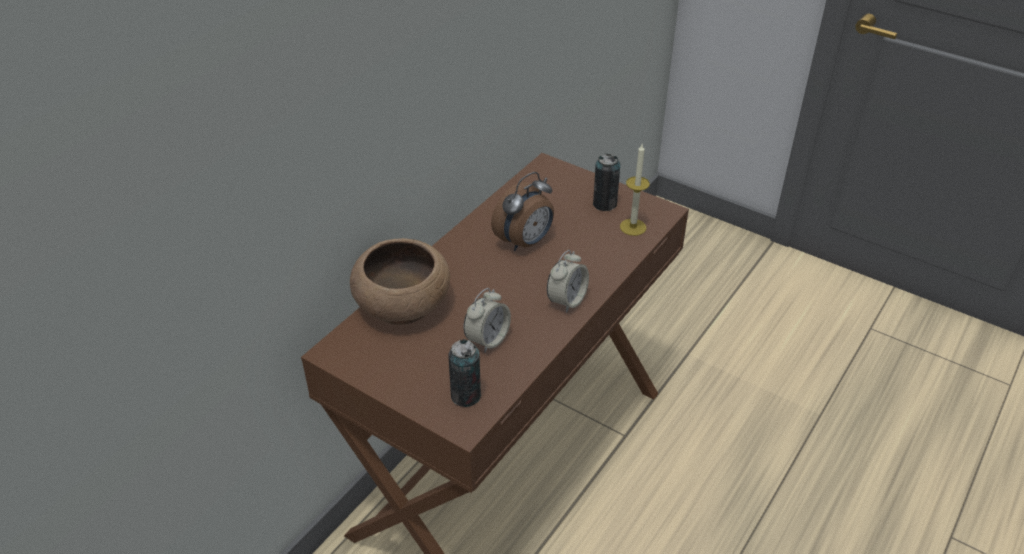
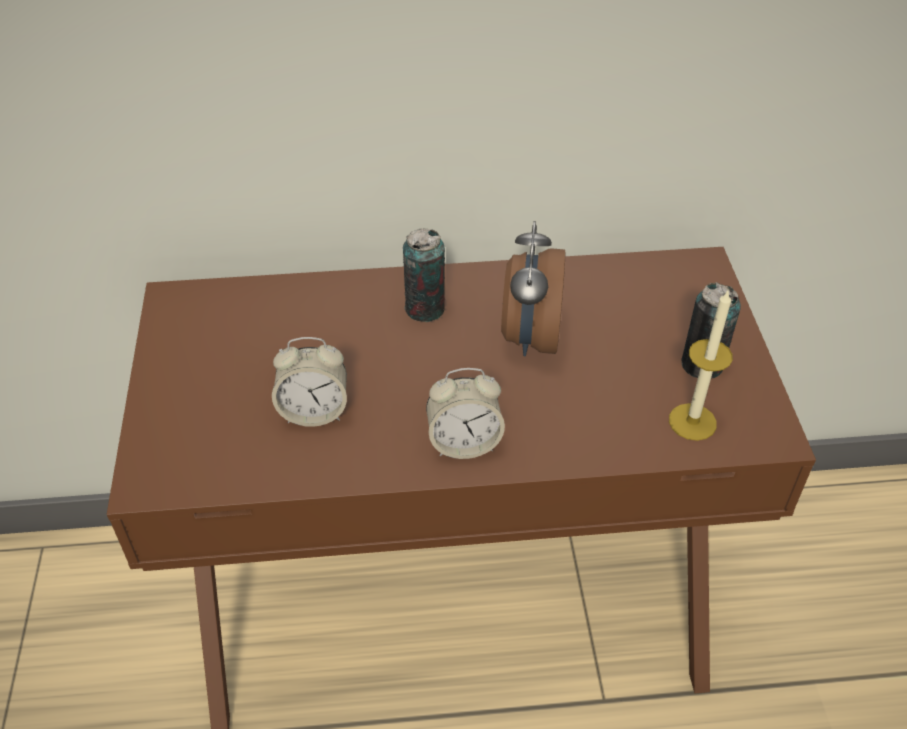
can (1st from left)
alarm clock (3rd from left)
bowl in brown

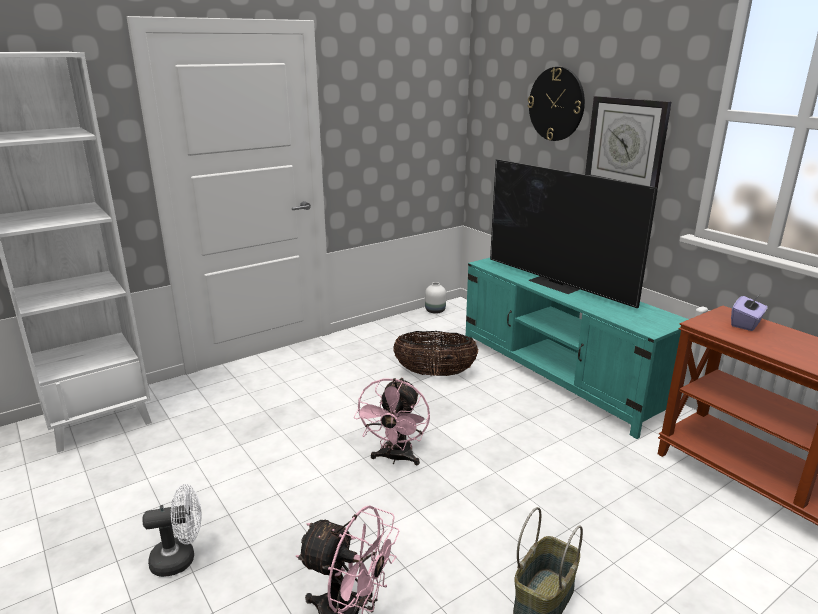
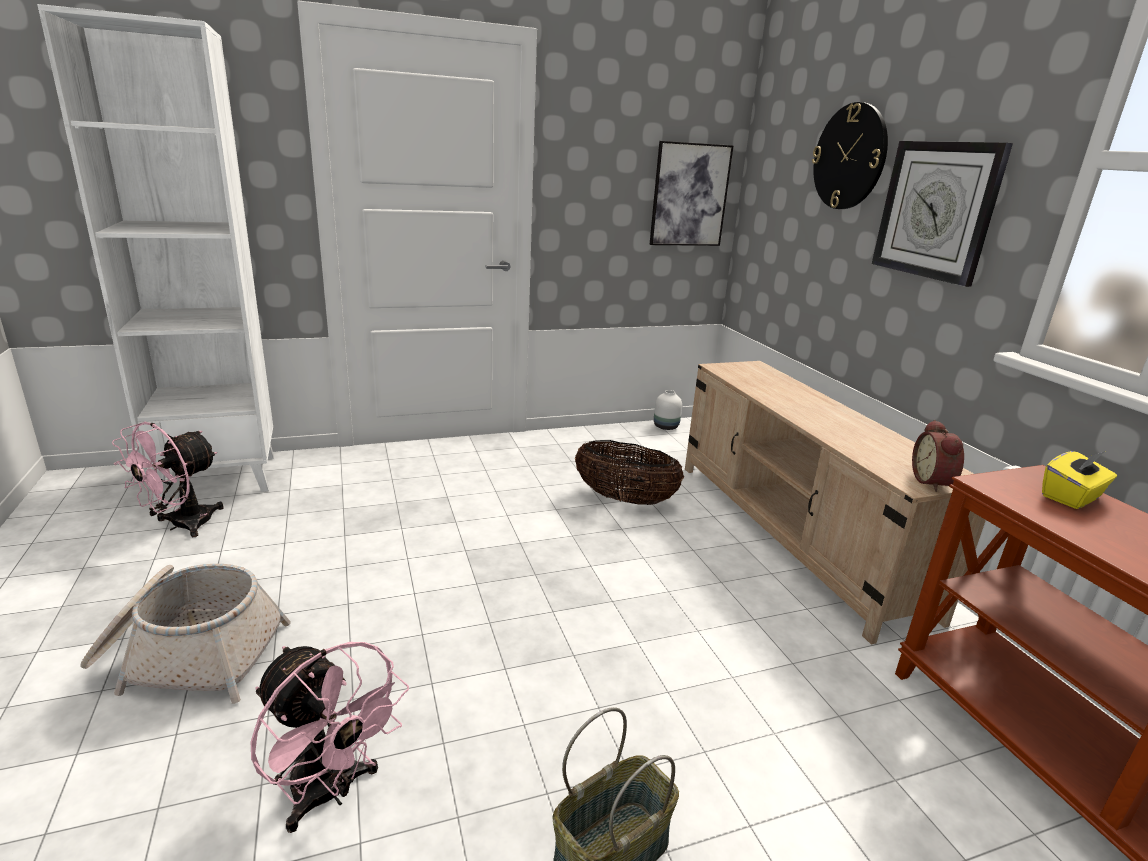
basket (1st from left)
fan in pink (1st from left)
picture
tv stand in beige
alarm clock
tissue box in yellow
television

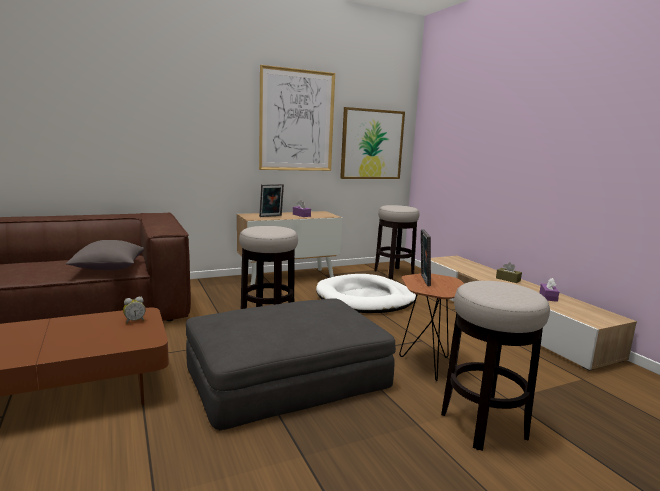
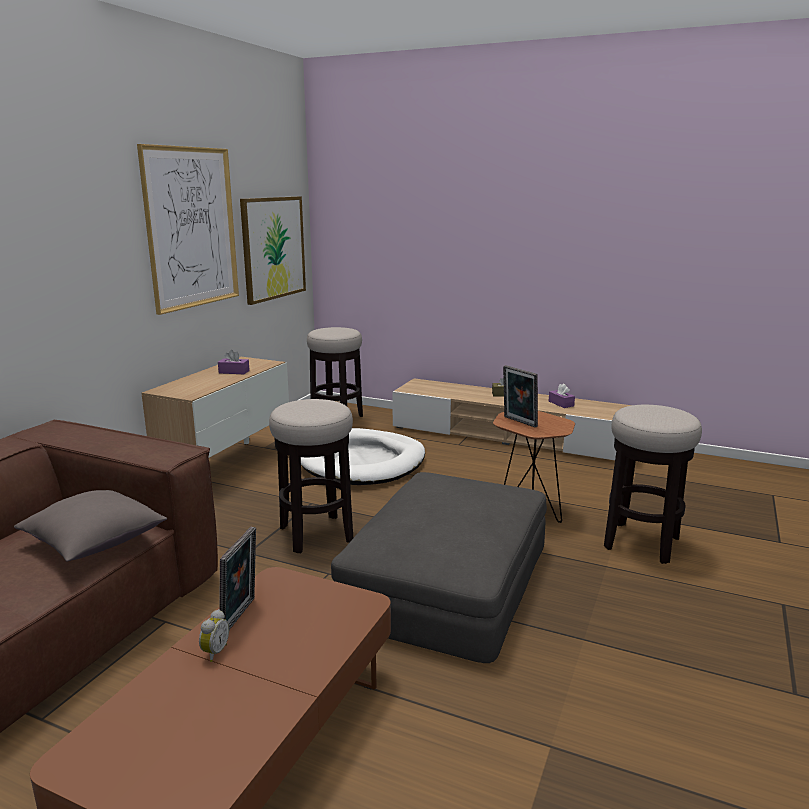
alarm clock
picture frame (1st from left)

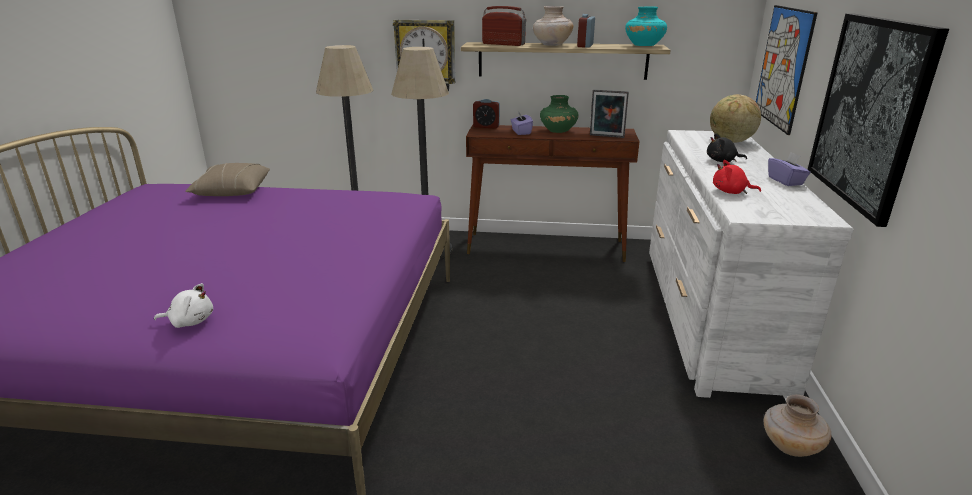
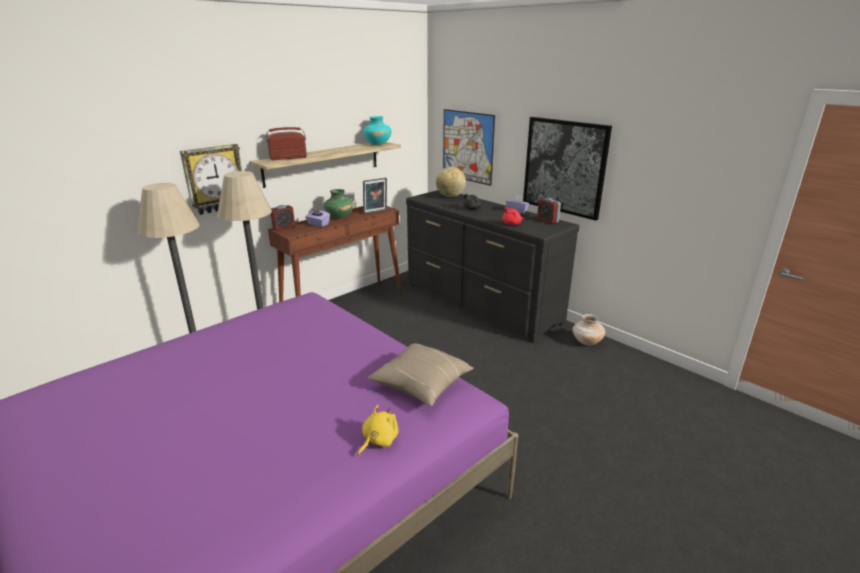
plush toy in yellow
pillow in beige
dresser in black
alarm clock (2nd from left)
vase in beige (1st from left in the first image)

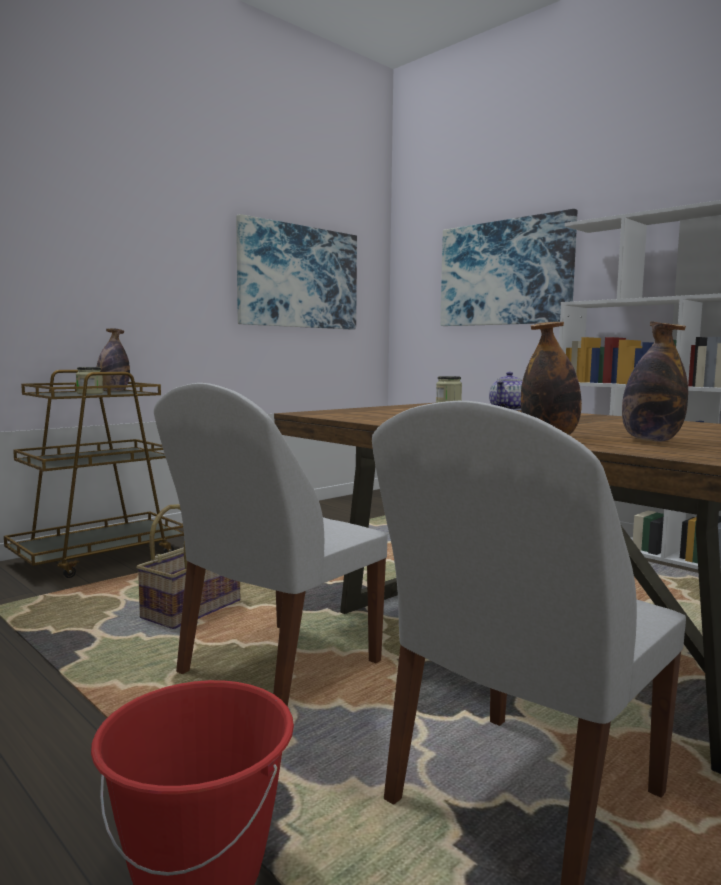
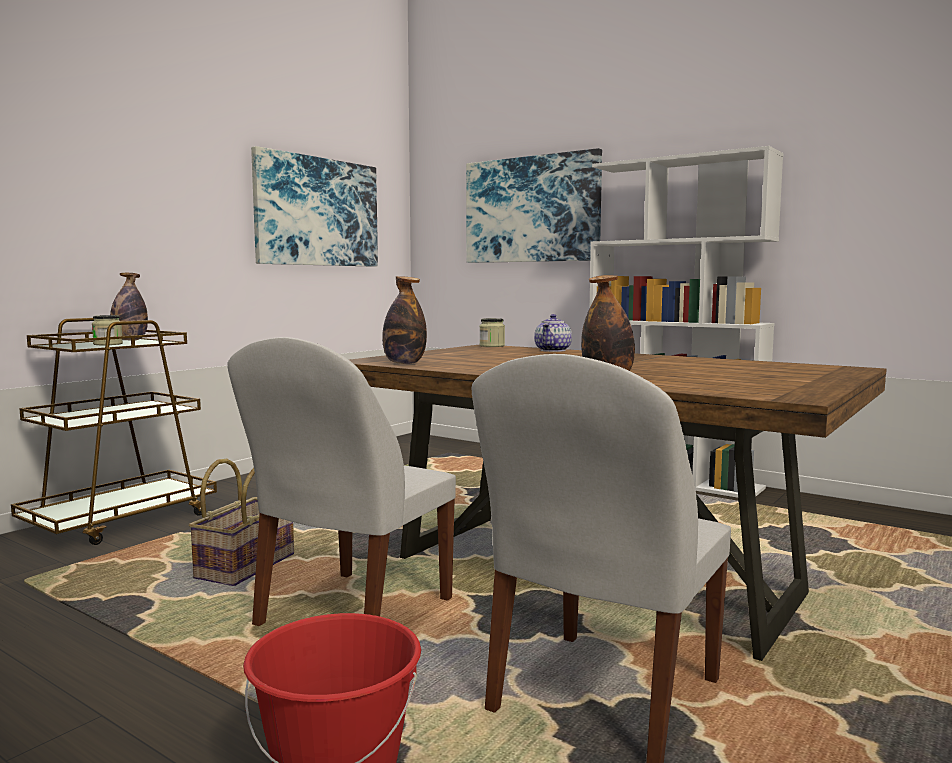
bottle (2nd from left)

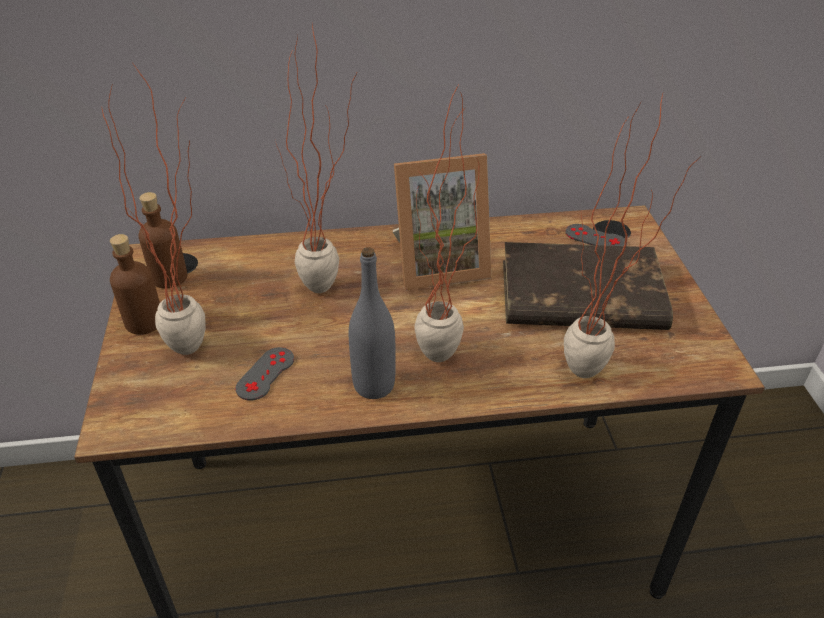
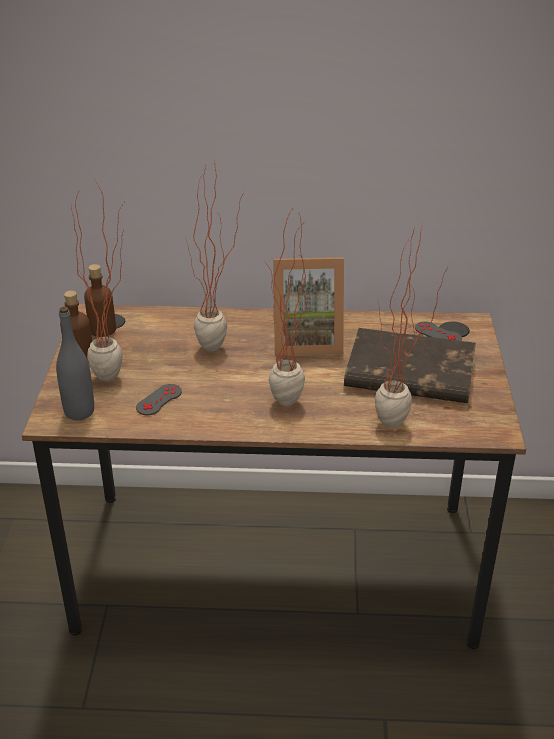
bottle in grey

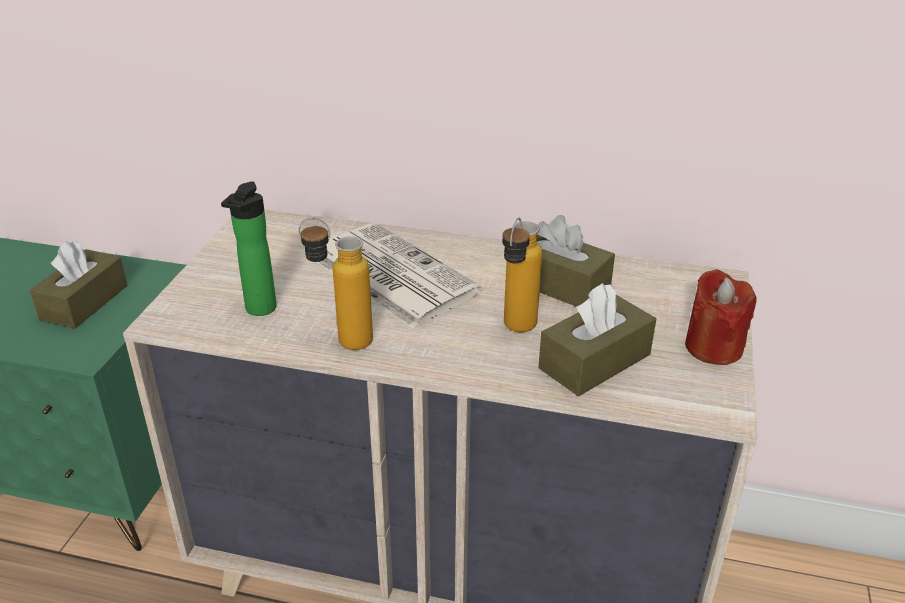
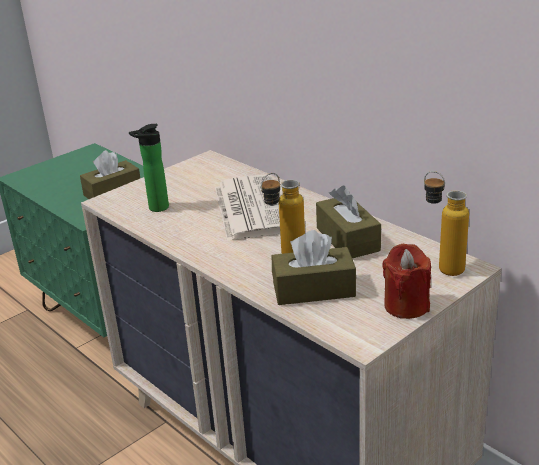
bottle (3rd from left)

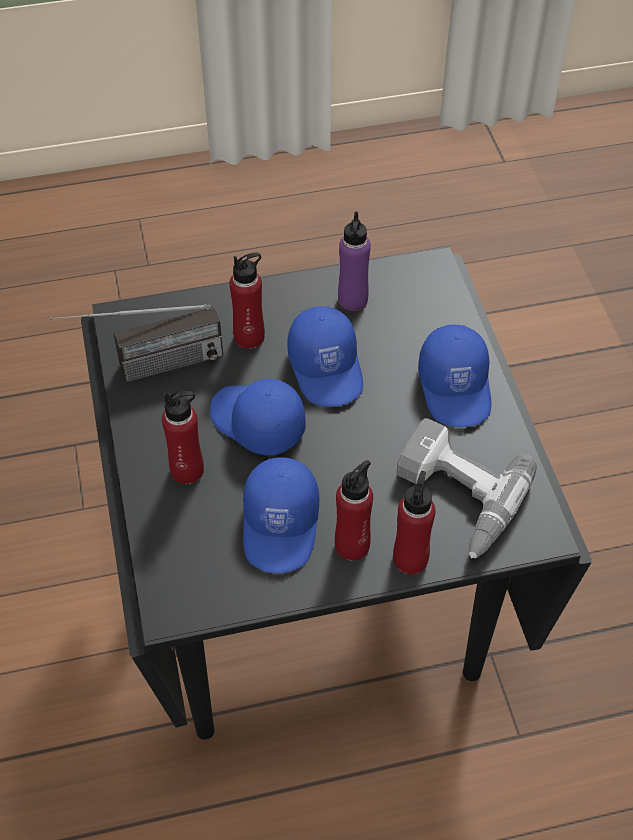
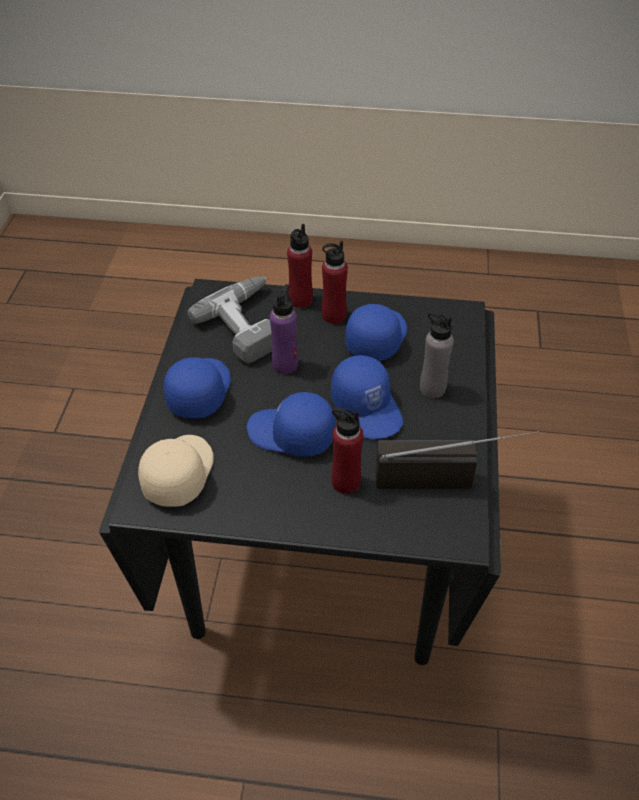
cap in beige
cap in blue (2nd from left)
bottle in purple
bottle in grey

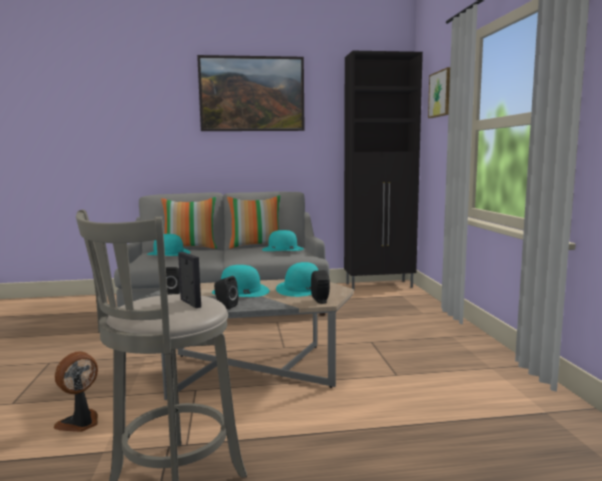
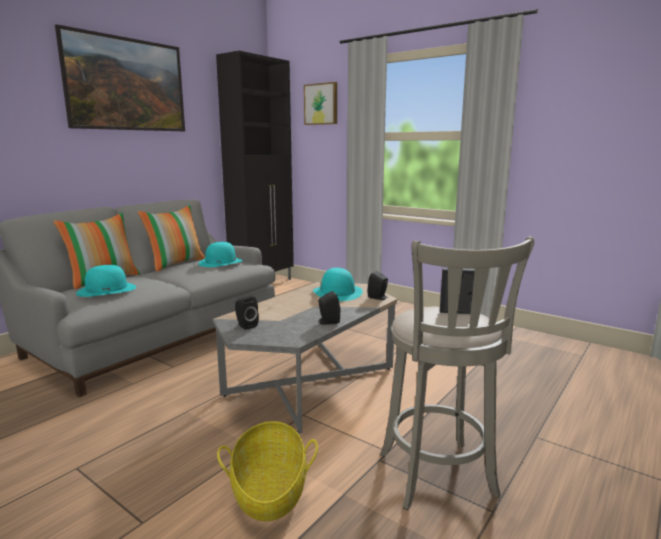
basket
hat in turquoise (2nd from left in the first image)

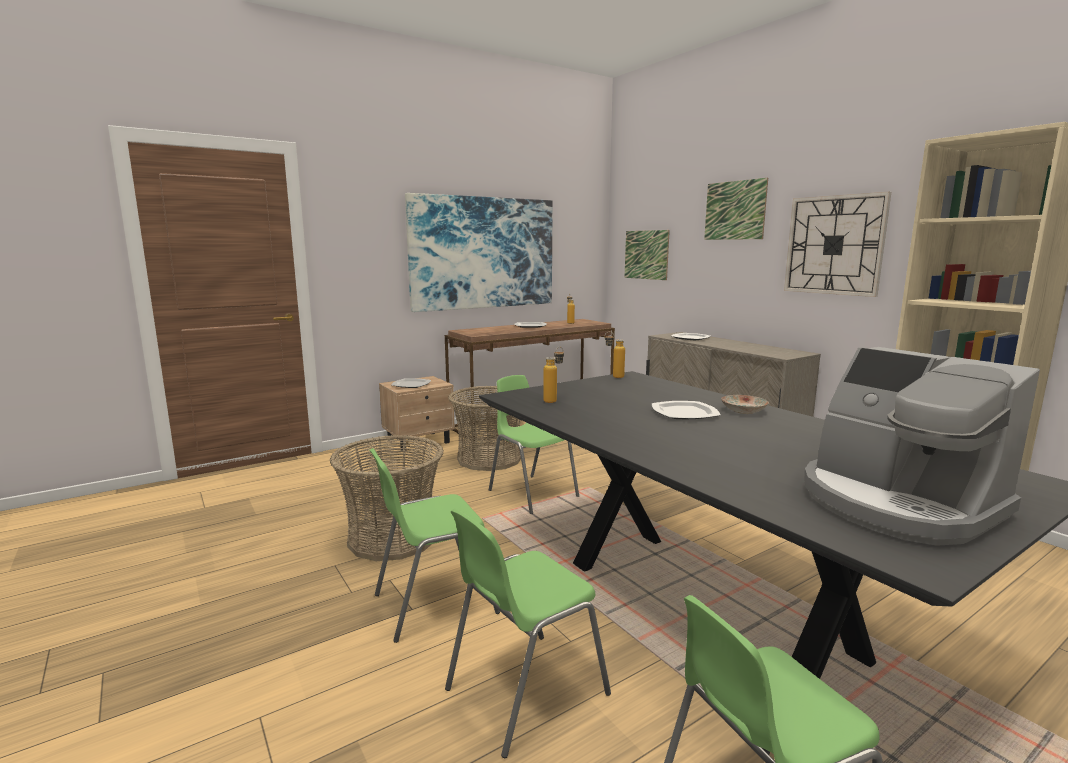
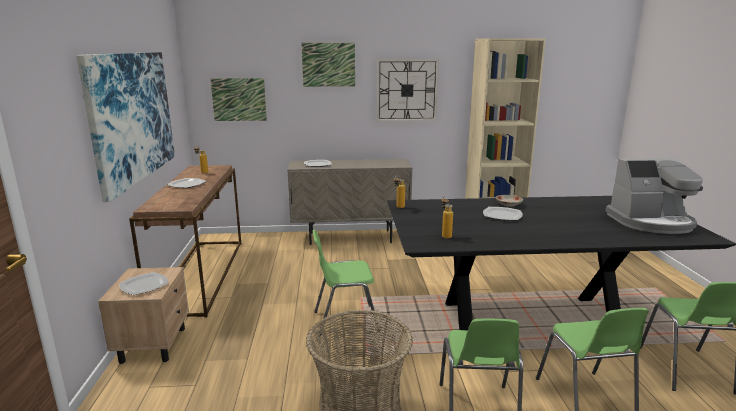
basket (2nd from left in the first image)

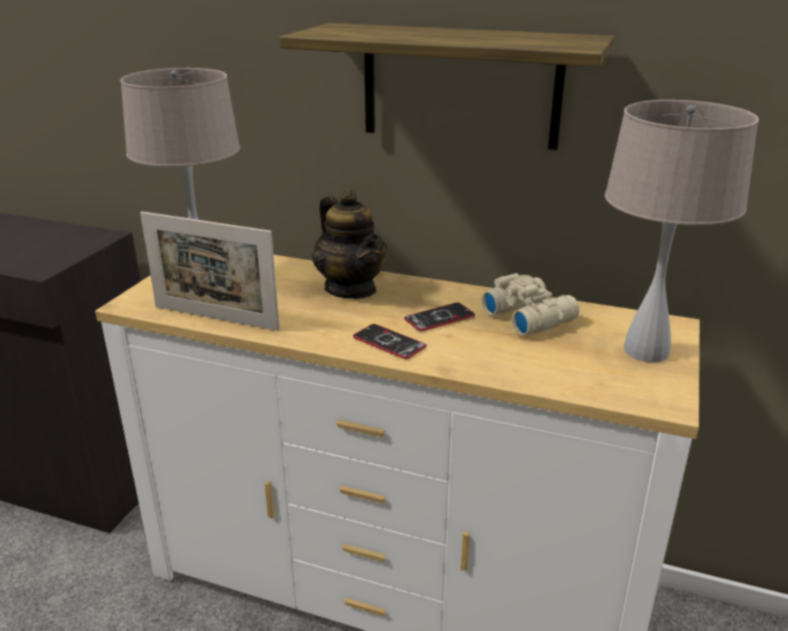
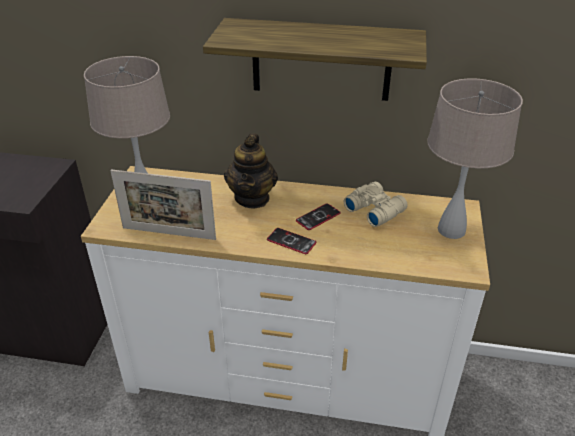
teapot

